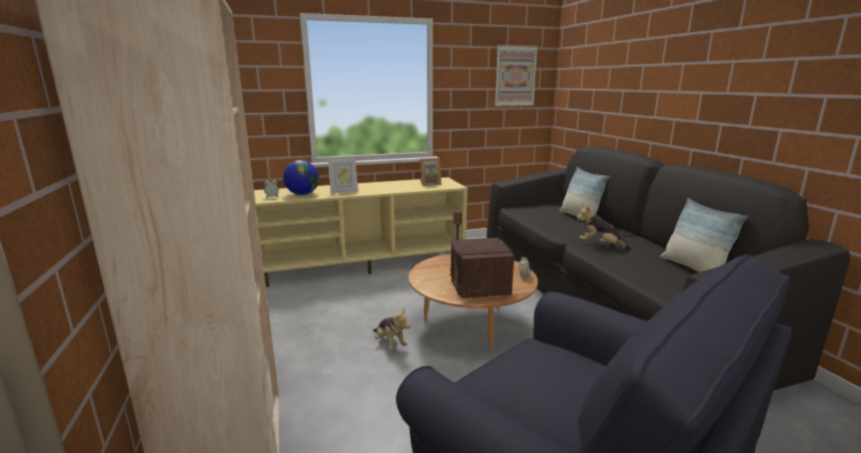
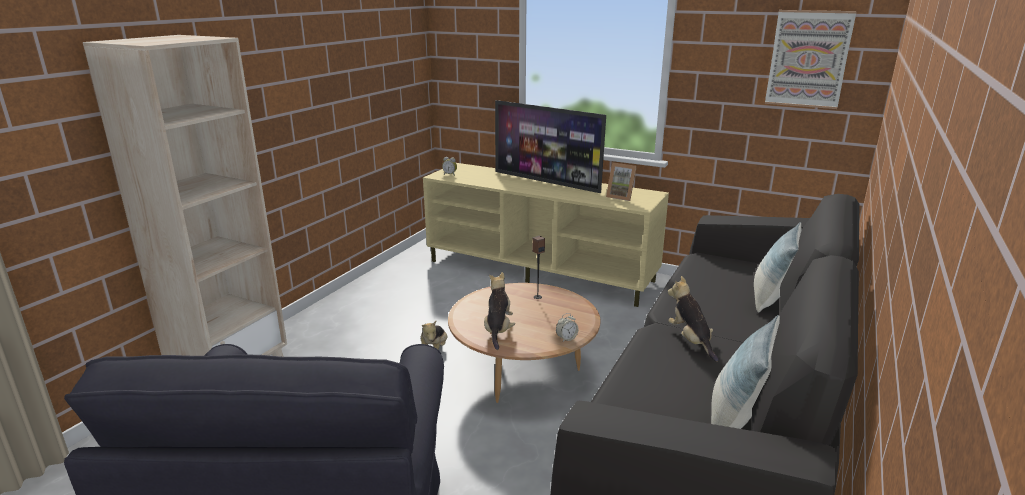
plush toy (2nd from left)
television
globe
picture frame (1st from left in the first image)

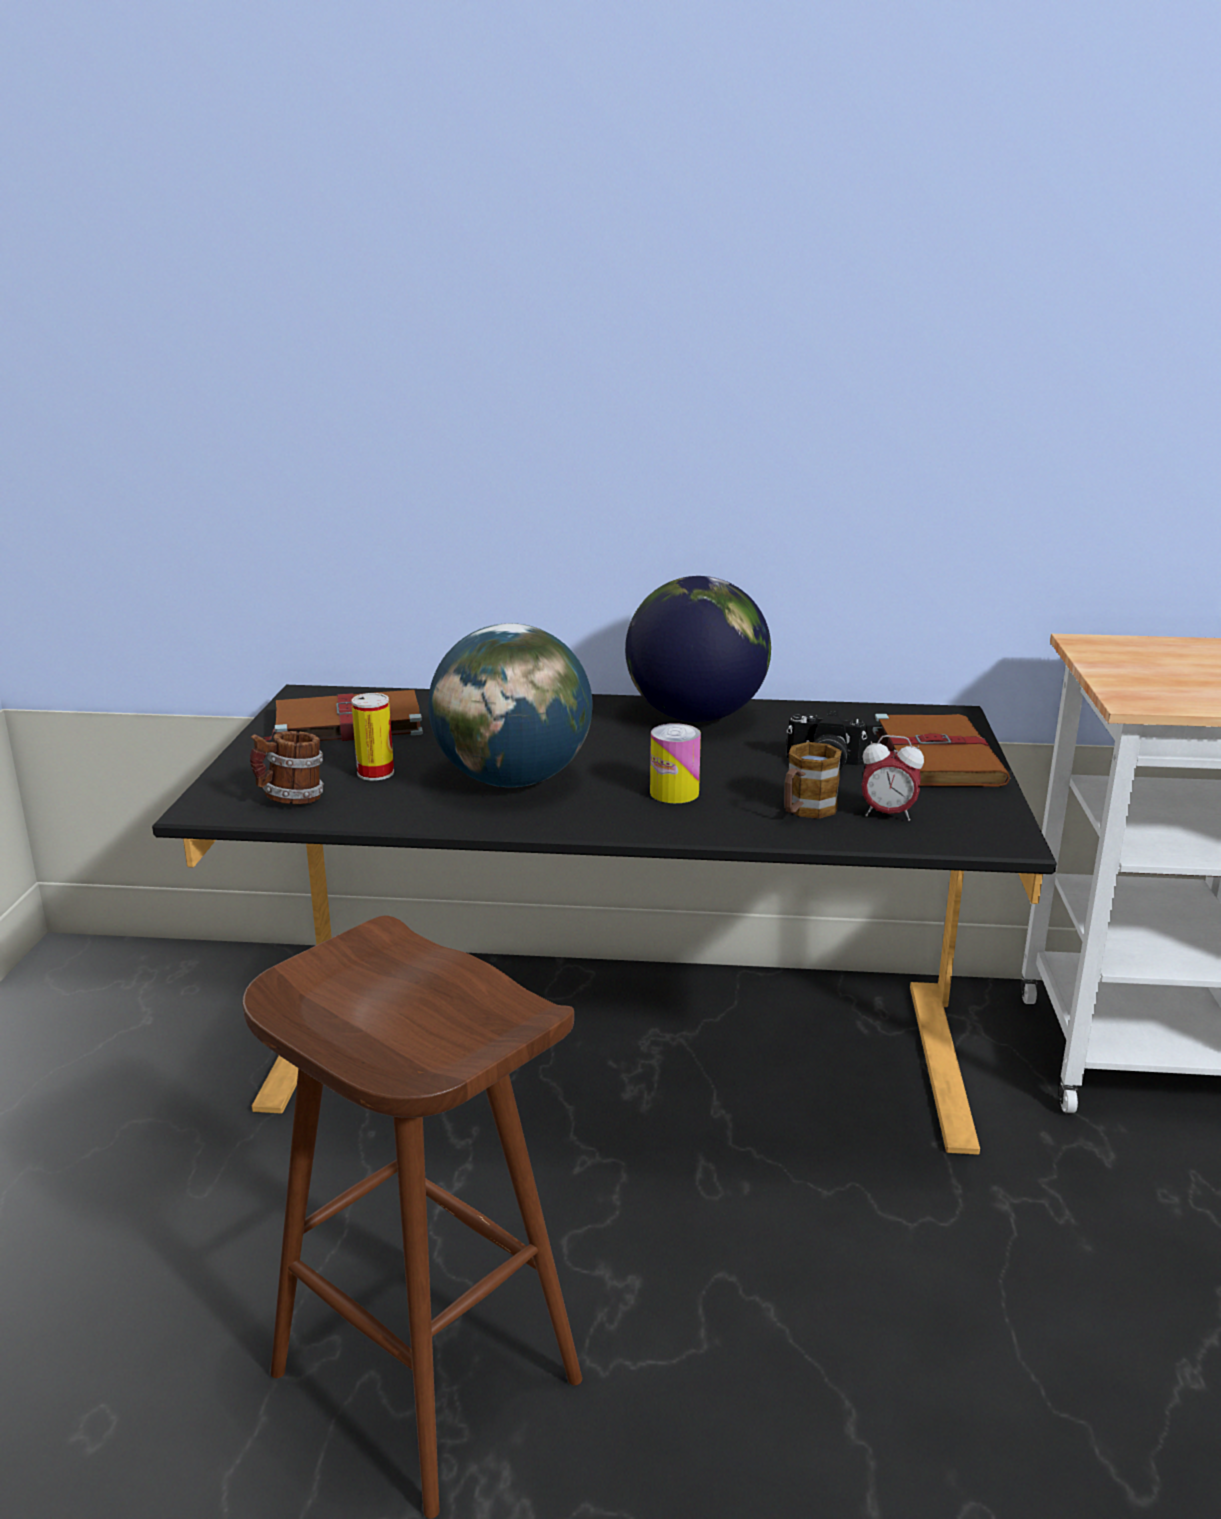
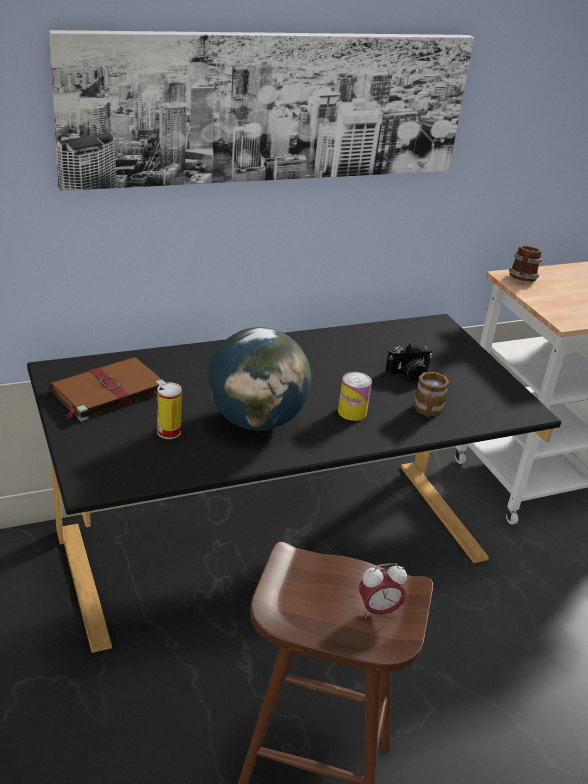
picture
alarm clock
mug (2nd from left)
globe (2nd from left in the first image)
book in brown (2nd from left in the first image)

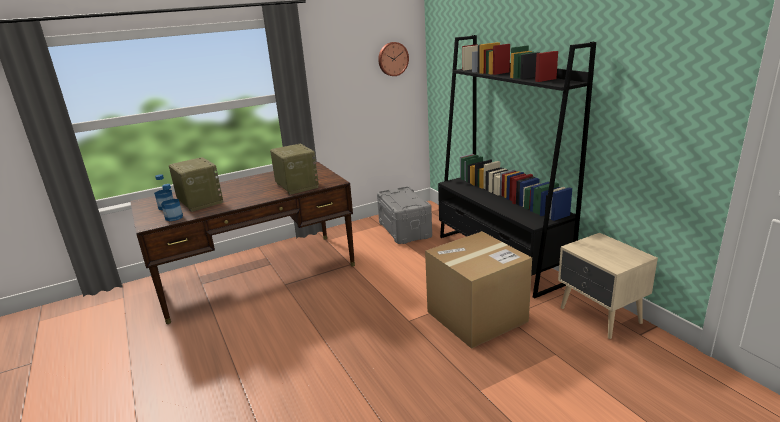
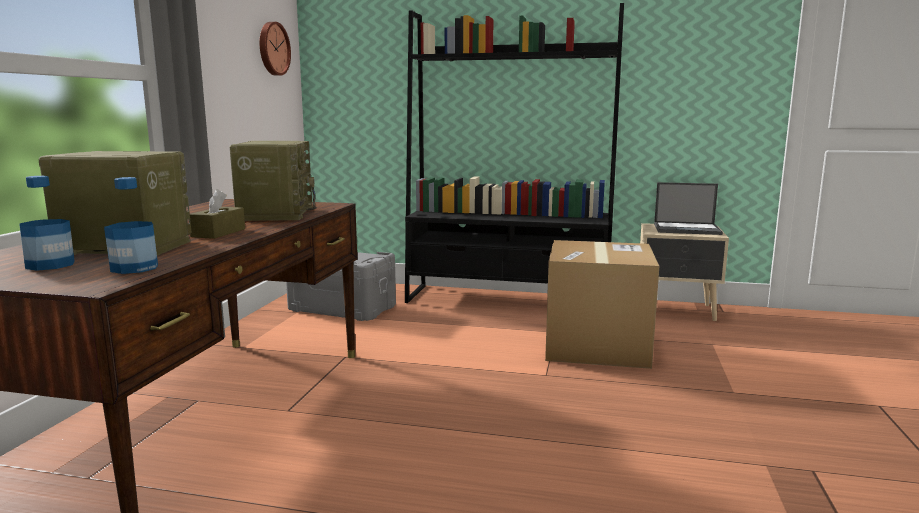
tissue box in brown
radio (2nd from left)
laptop

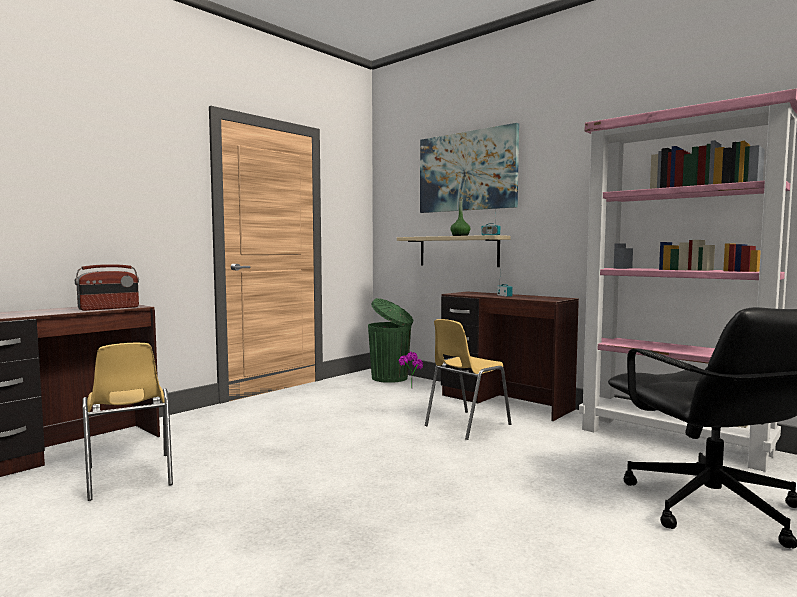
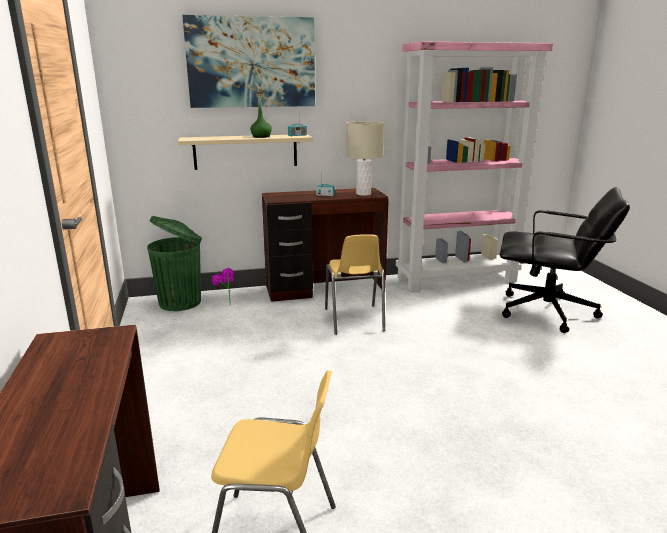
table lamp in beige
radio (1st from left in the first image)

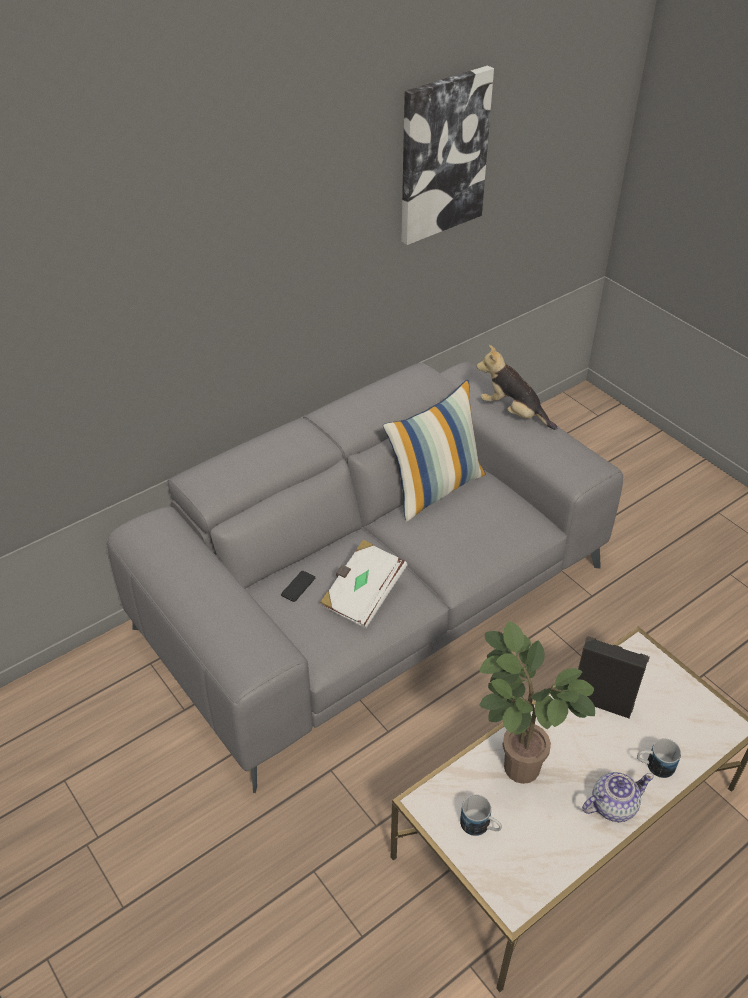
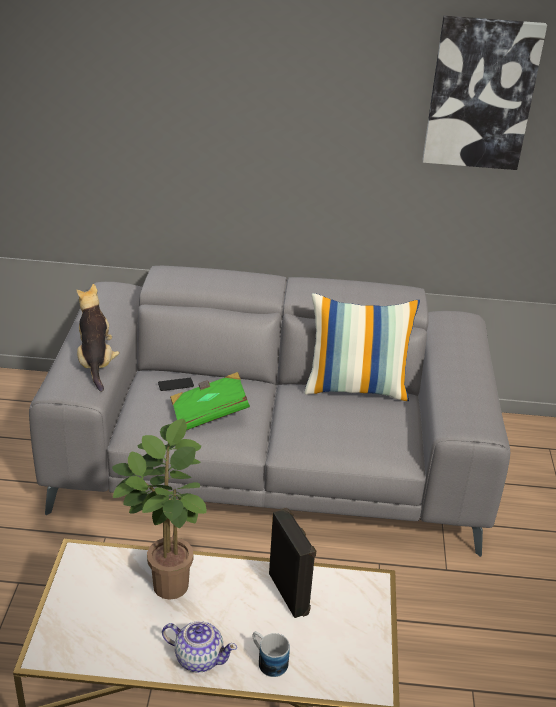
plush toy
book in green
mug (1st from left in the first image)

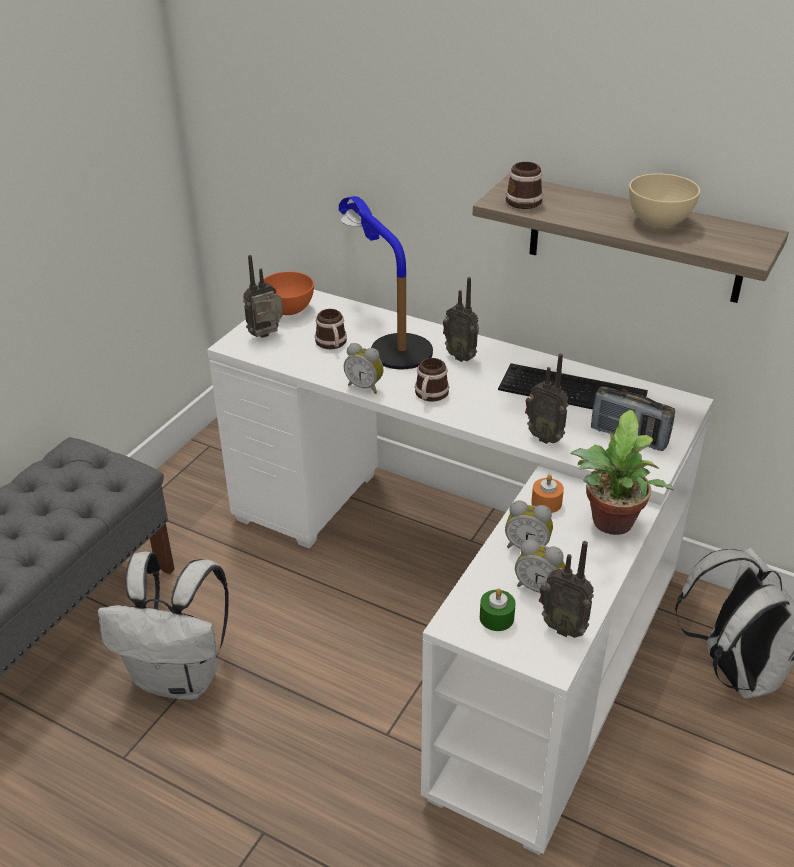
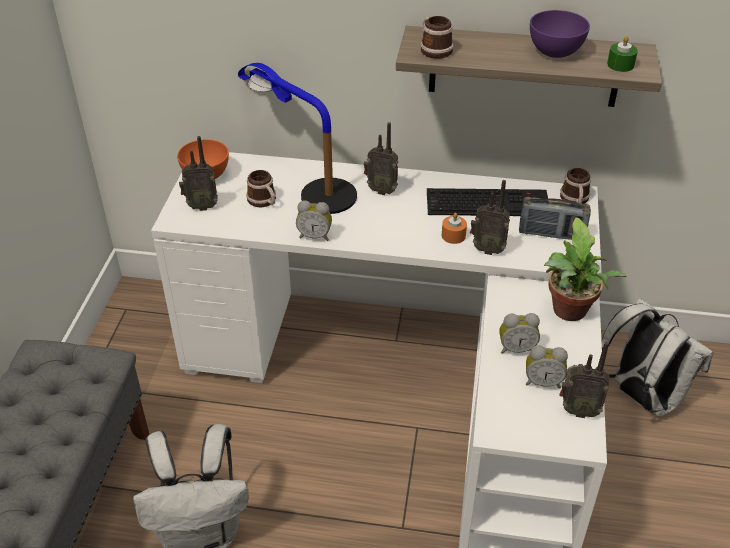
radio (1st from left)
candle in orange
bowl in purple
mug (3rd from left)
candle in green

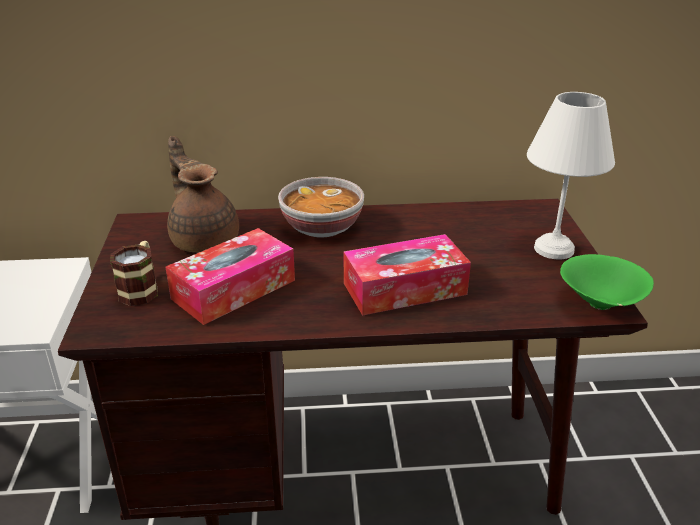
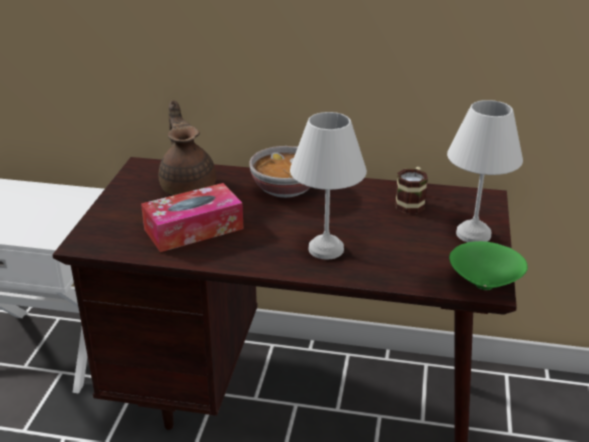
table lamp in white (1st from left)
mug

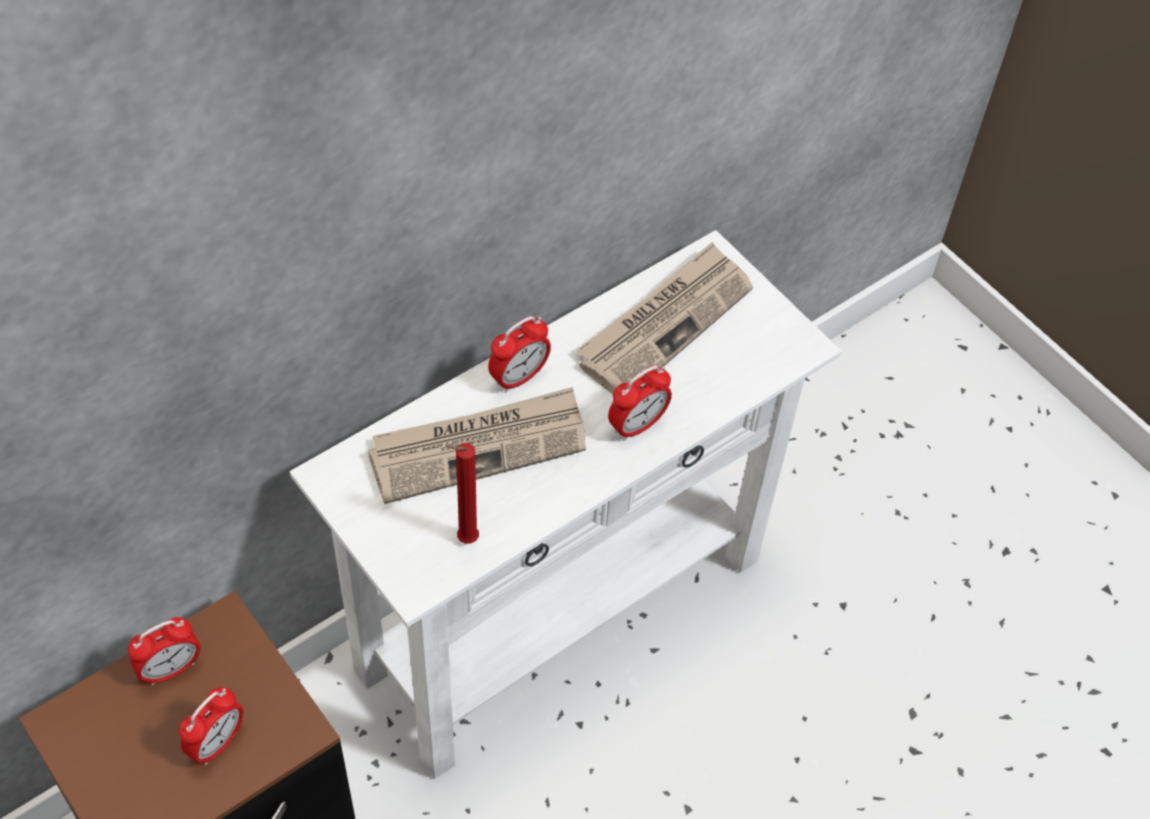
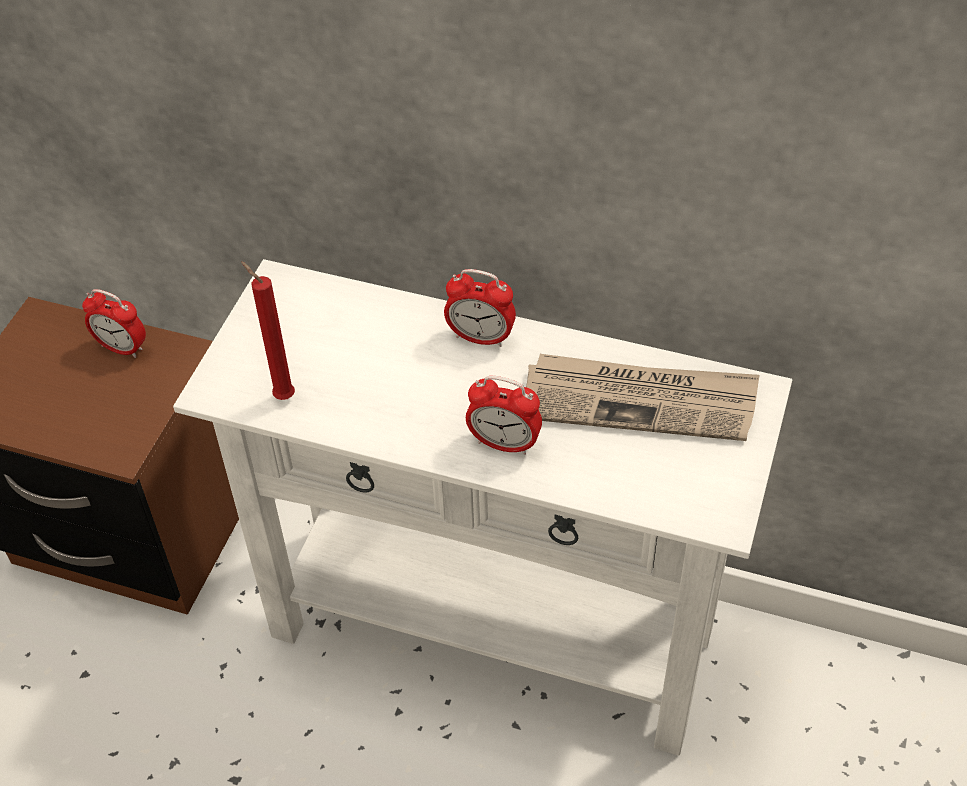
alarm clock (2nd from left in the first image)
newspaper (1st from left in the first image)

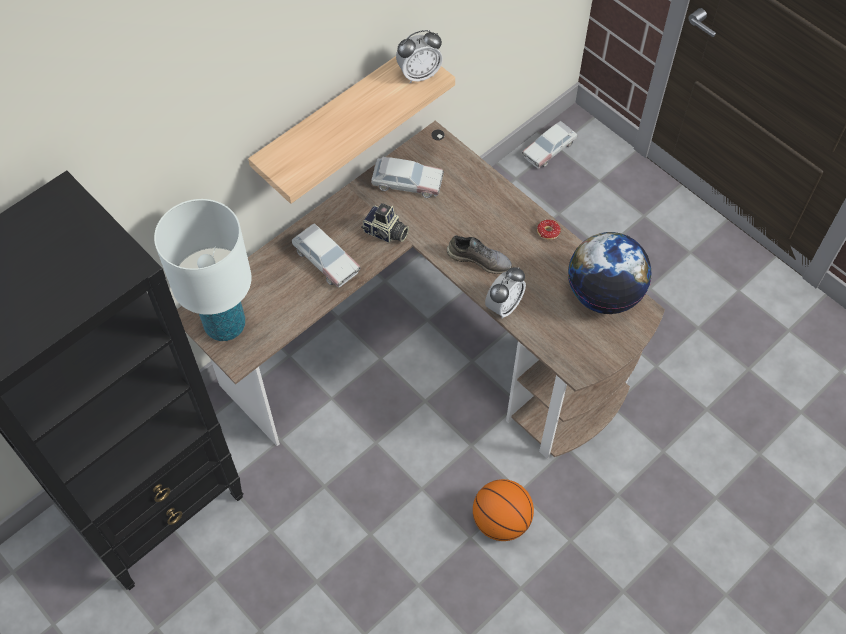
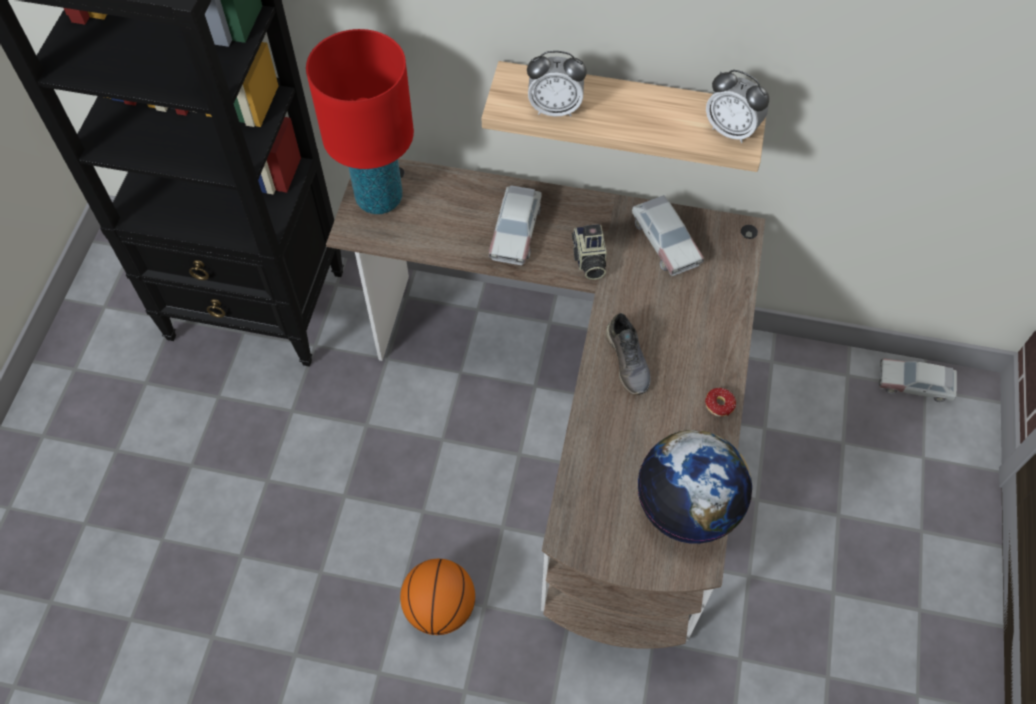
table lamp in red
alarm clock (1st from left)

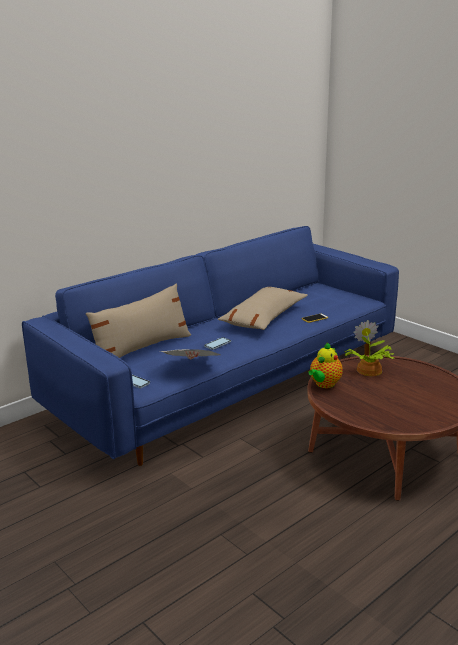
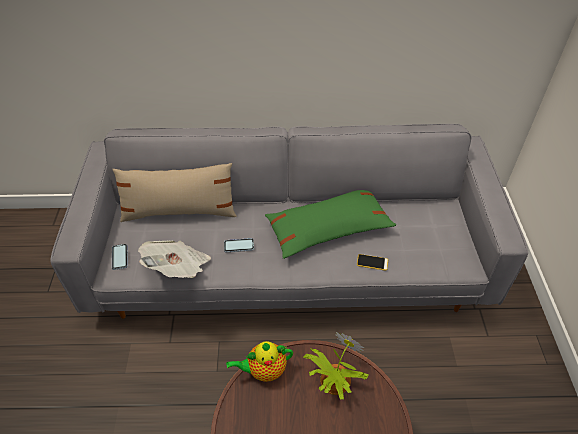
sofa in grey
pillow in green

